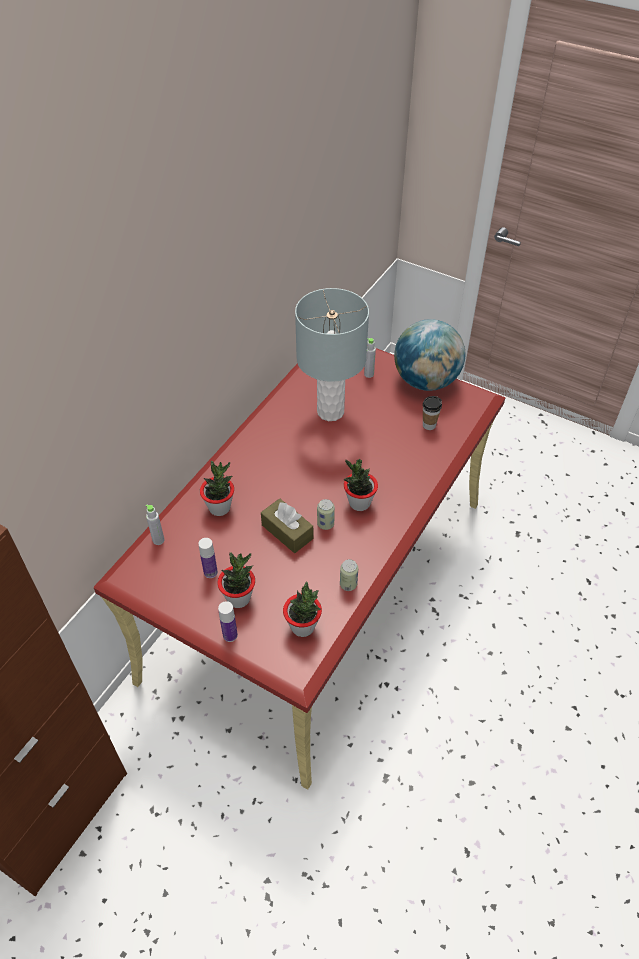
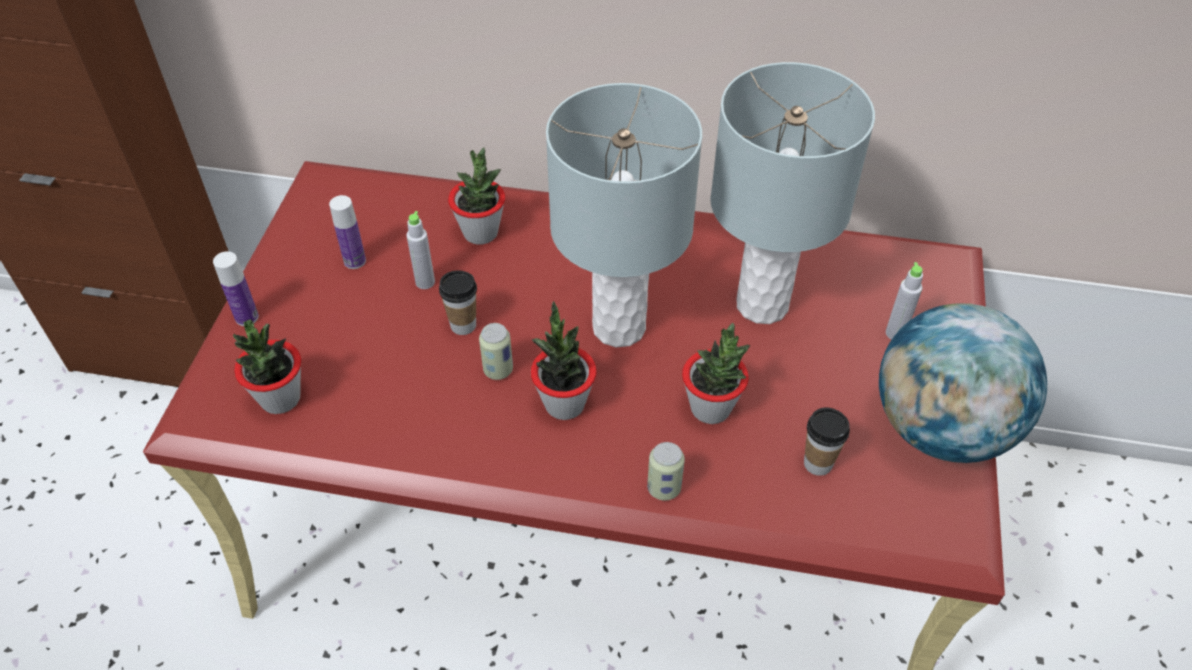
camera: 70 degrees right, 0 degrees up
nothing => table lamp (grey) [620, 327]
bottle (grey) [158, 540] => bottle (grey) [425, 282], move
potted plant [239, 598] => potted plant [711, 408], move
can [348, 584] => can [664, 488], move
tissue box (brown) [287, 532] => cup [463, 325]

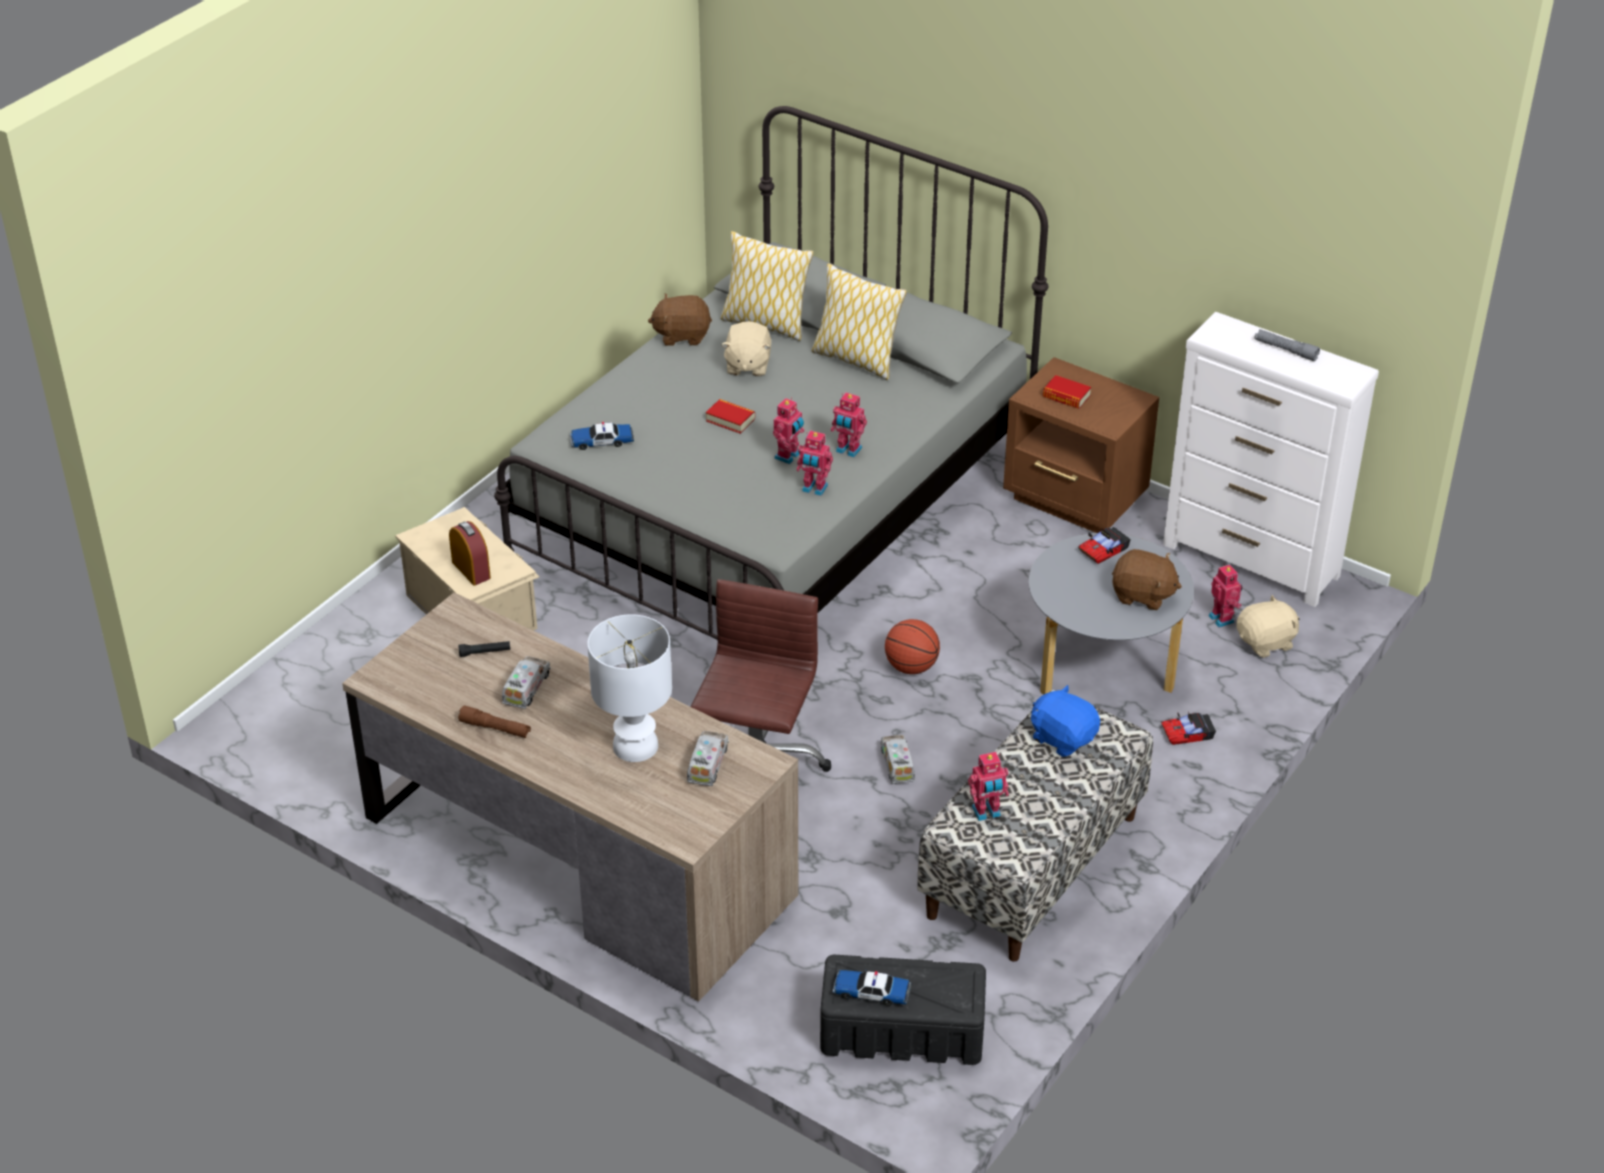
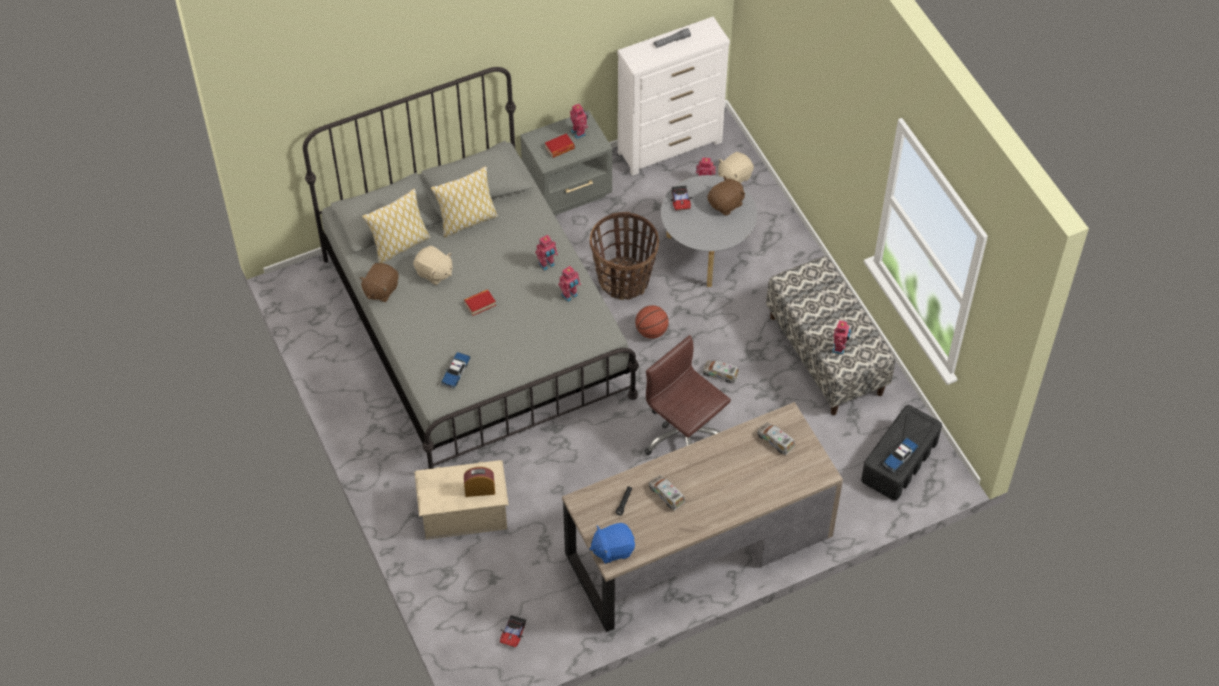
camera: 60 degrees left, 15 degrees up
flashlight (brown) [495, 728] => nothing
table lamp (white) [634, 747] => nothing
nothing => basket [624, 280]
toy robot [788, 456] => toy robot [579, 132], move
plush toy (blue) [1063, 738] => plush toy (blue) [612, 549], move
toy car [1187, 733] => toy car [513, 633], move
nightstand (brown) [1076, 499] => nightstand (grey) [569, 191]
plush toy (beige) [1266, 643] => plush toy (beige) [734, 176], 135 degrees counterclockwise

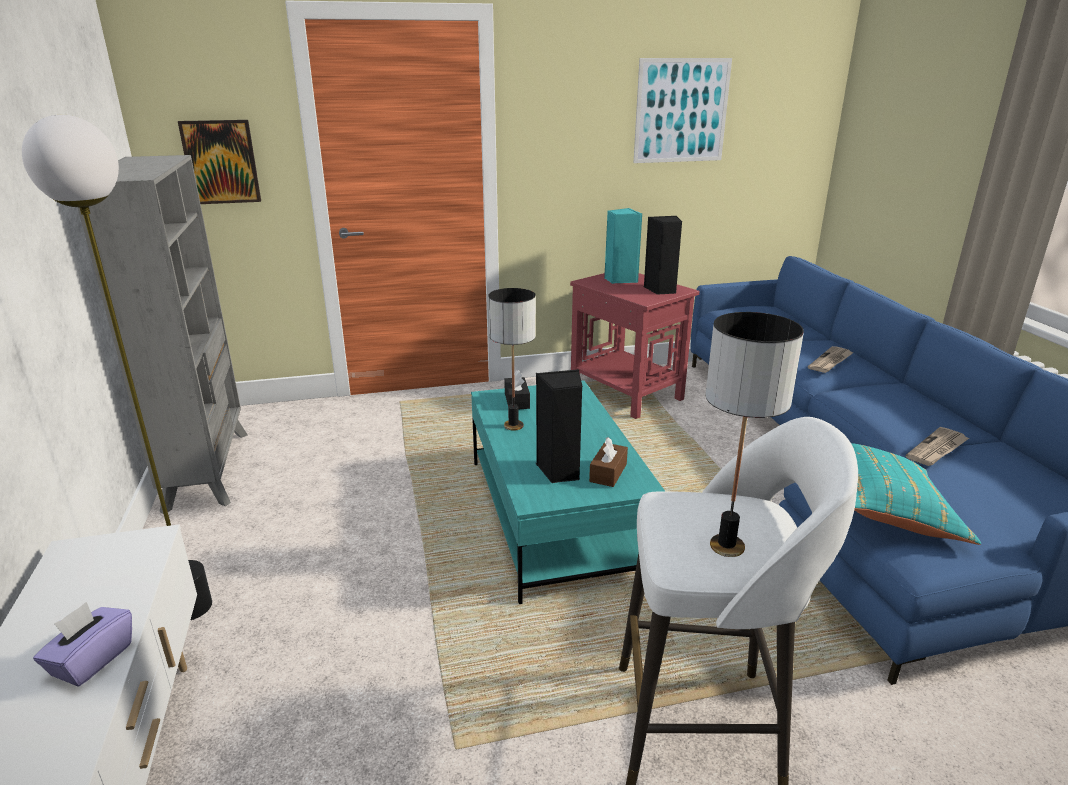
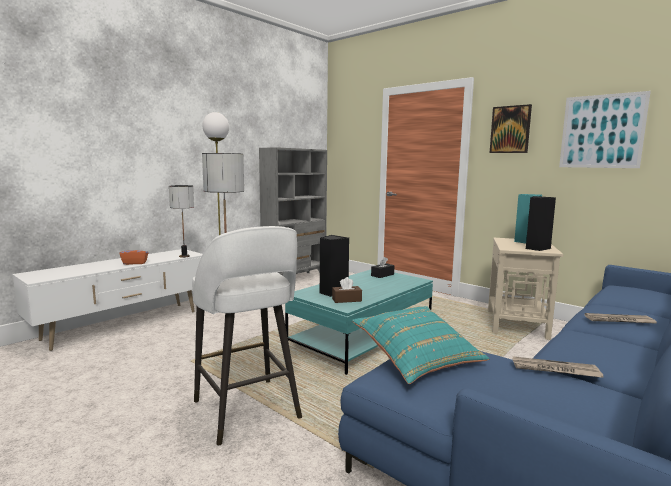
camera: 55 degrees right, 15 degrees down
picture [221, 162] => picture [510, 129], move
table lamp [514, 425] => table lamp [184, 256], move
tissue box (purple) [92, 660] => tissue box (orange) [135, 263]
side table (red) [626, 393] => side table (beige) [517, 324]

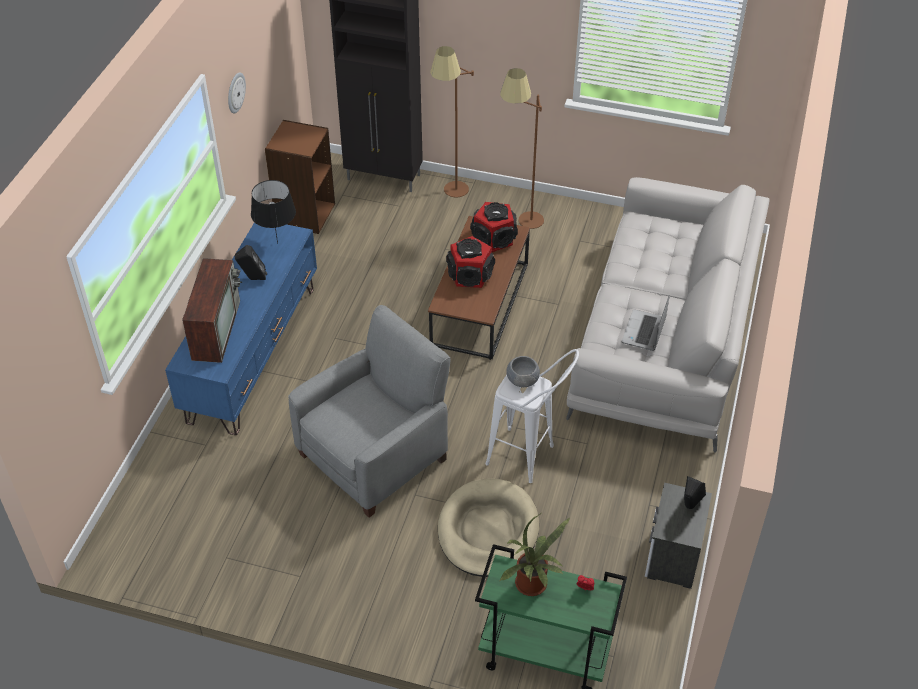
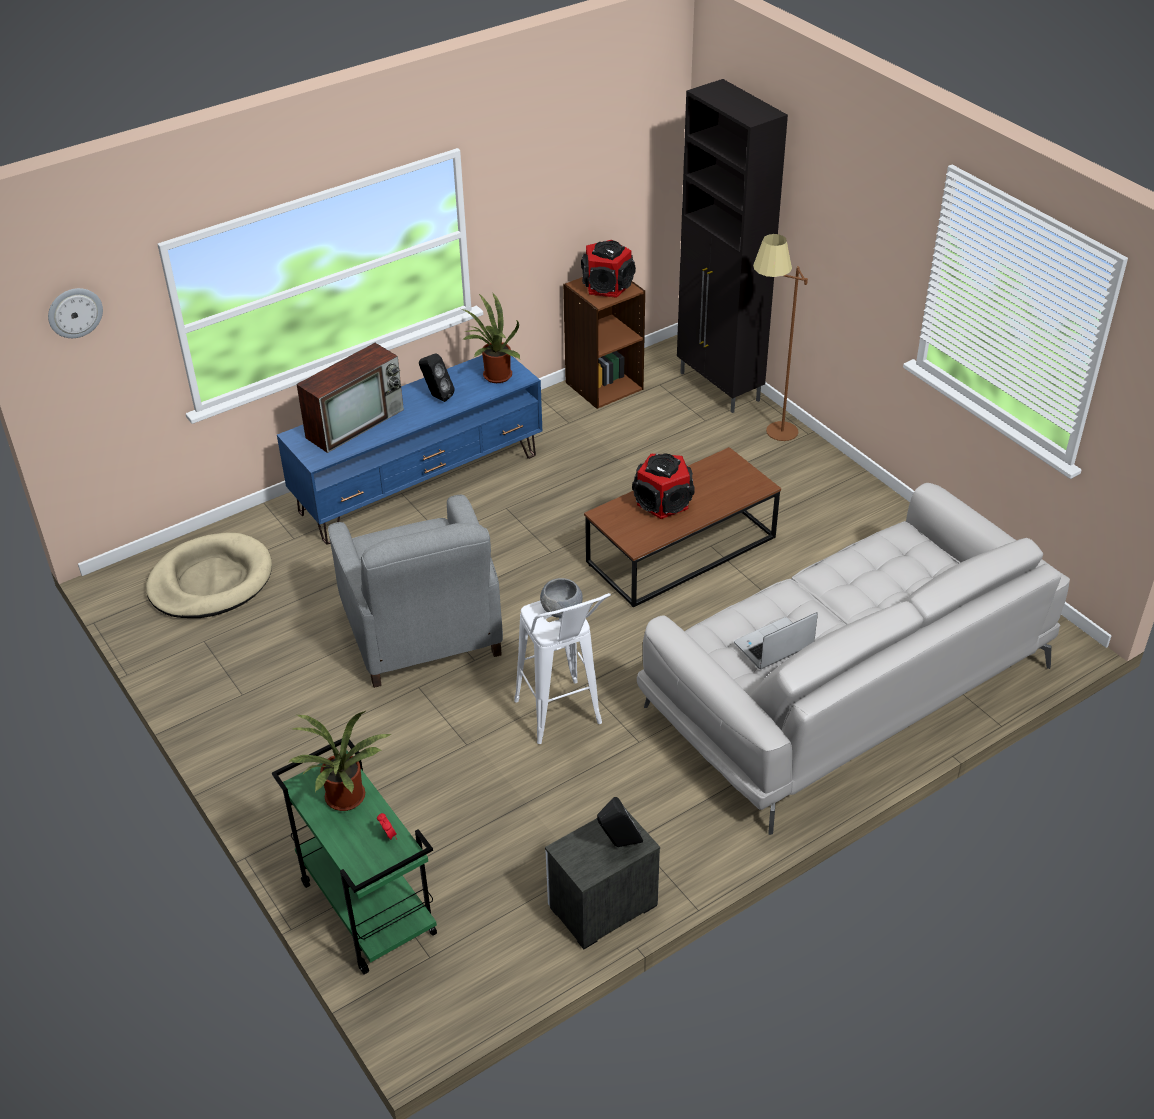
camera: 40 degrees right, 5 degrees down
floor lamp (brown) [520, 223] => nothing
wall clock [235, 92] => wall clock [74, 312], move
dog bed (beige) [488, 531] => dog bed (beige) [210, 581], move
speaker [493, 239] => speaker [607, 286], move
table lamp (black) [277, 243] => potted plant [494, 376]
armchair (grey) [374, 456] => armchair (grey) [422, 631], 75 degrees clockwise

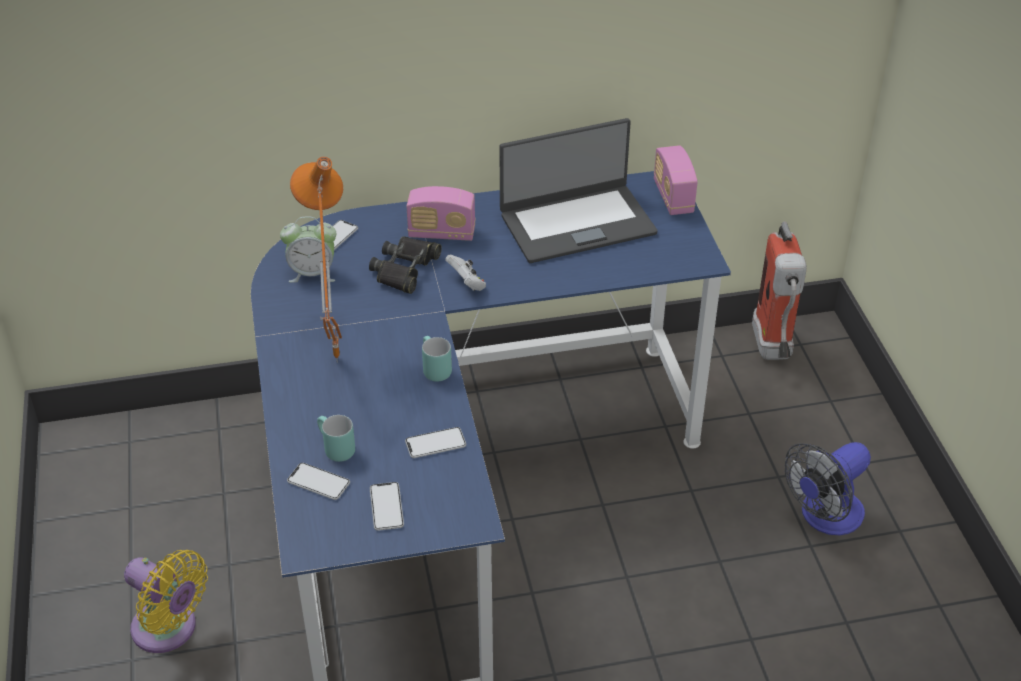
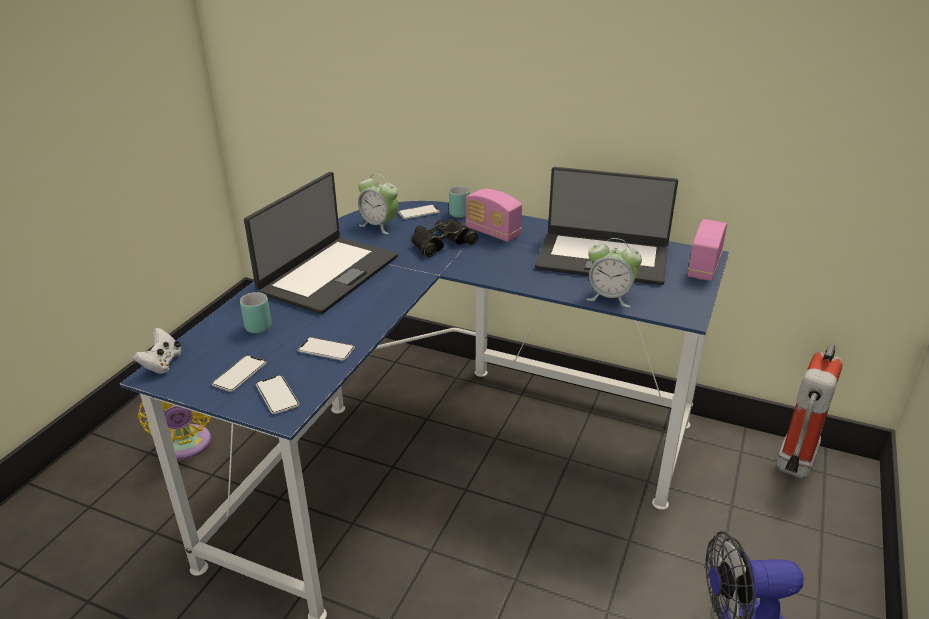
camera: 35 degrees right, 10 degrees down
nothing => alarm clock [610, 297]
phone [318, 482] => phone [277, 395], move
mug (turquoise) [433, 369] => mug (turquoise) [458, 212], move
game controller (white) [467, 284] => game controller (white) [162, 364], move
table lamp (orange) [333, 359] => laptop [328, 274]

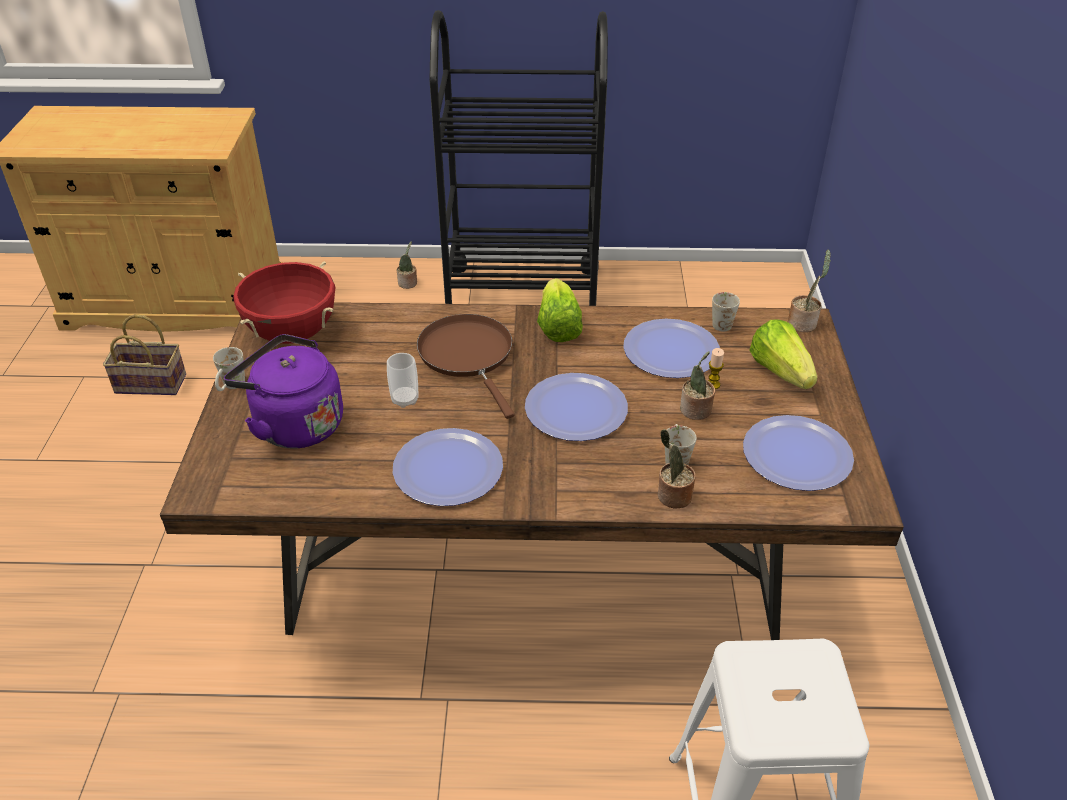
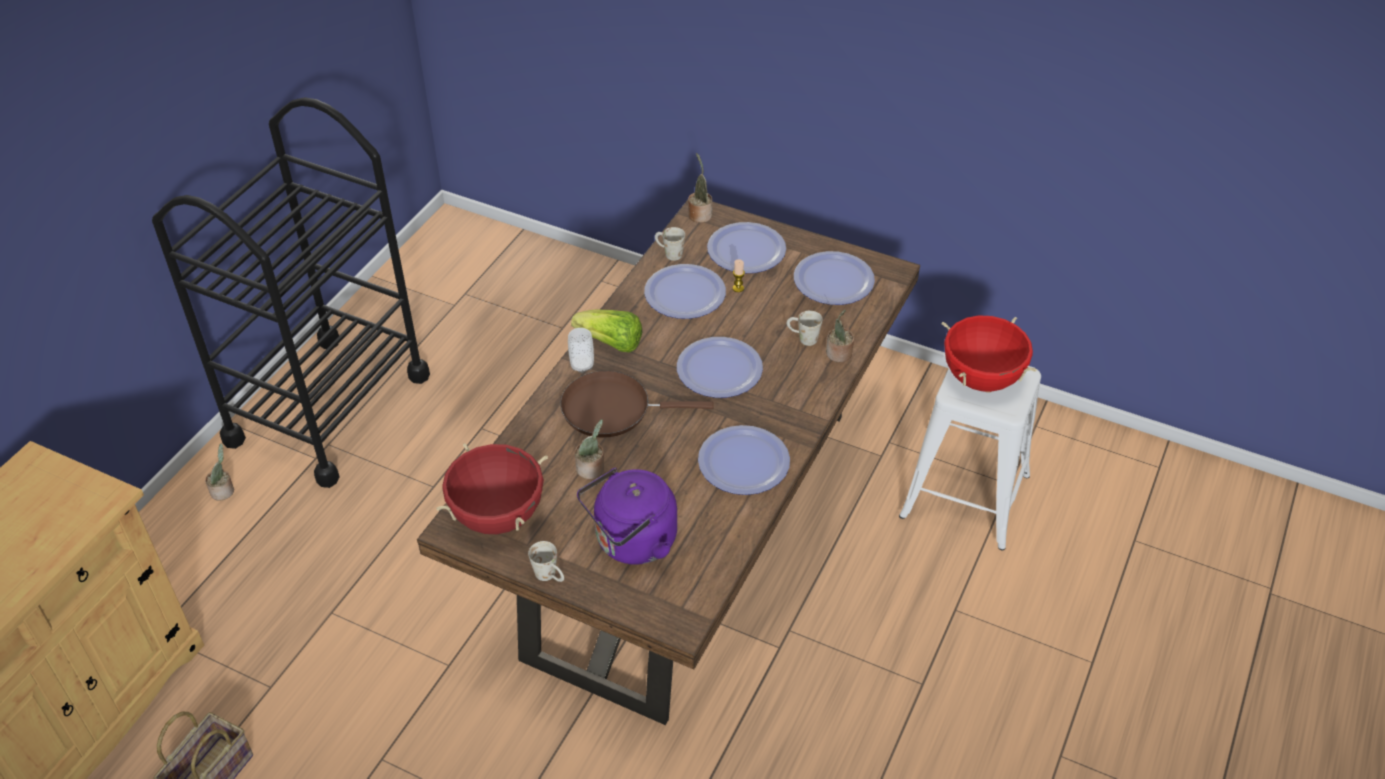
camera: 65 degrees left, 5 degrees up
nothing => cooking pot (red) [981, 379]
cup [405, 399] => cup [582, 365], move
potted plant [695, 411] => potted plant [592, 469], move
lettuce [780, 372] => plate [746, 249]

